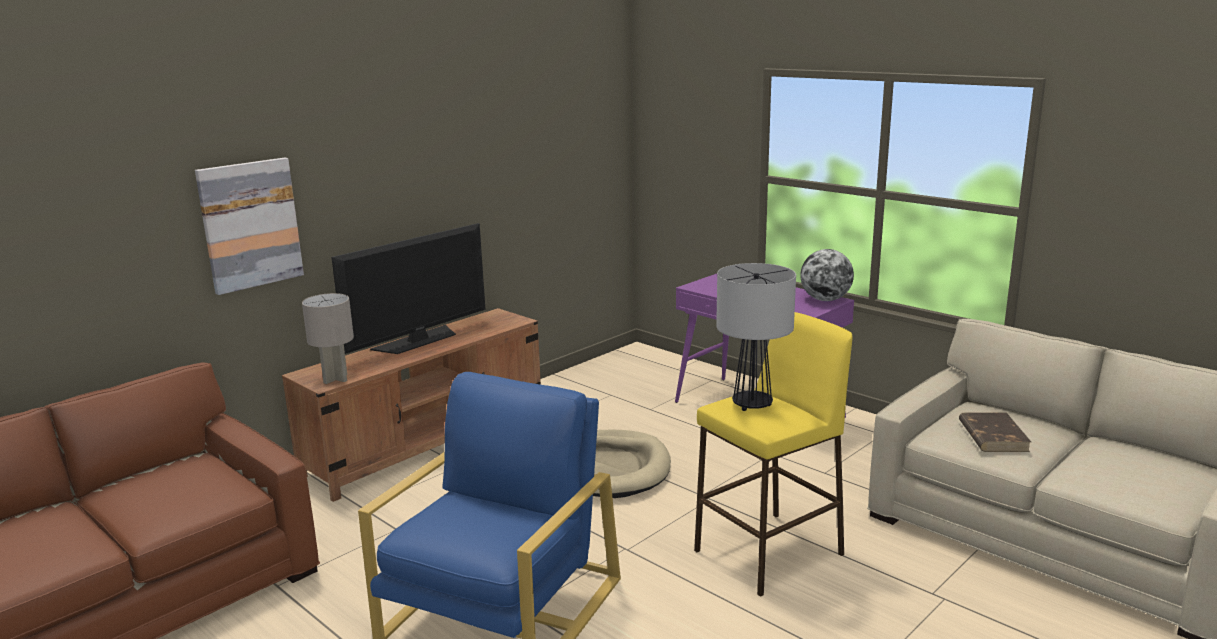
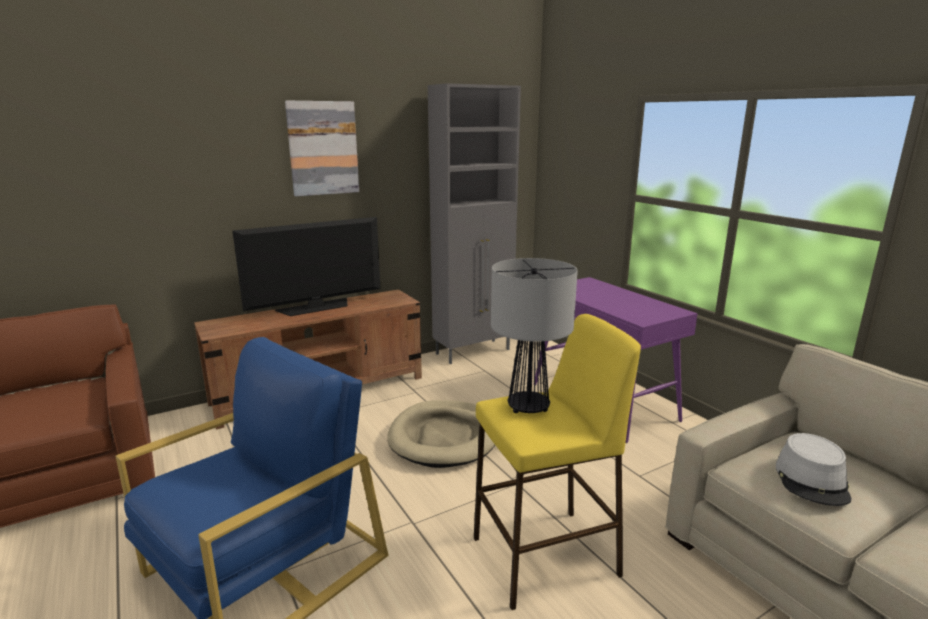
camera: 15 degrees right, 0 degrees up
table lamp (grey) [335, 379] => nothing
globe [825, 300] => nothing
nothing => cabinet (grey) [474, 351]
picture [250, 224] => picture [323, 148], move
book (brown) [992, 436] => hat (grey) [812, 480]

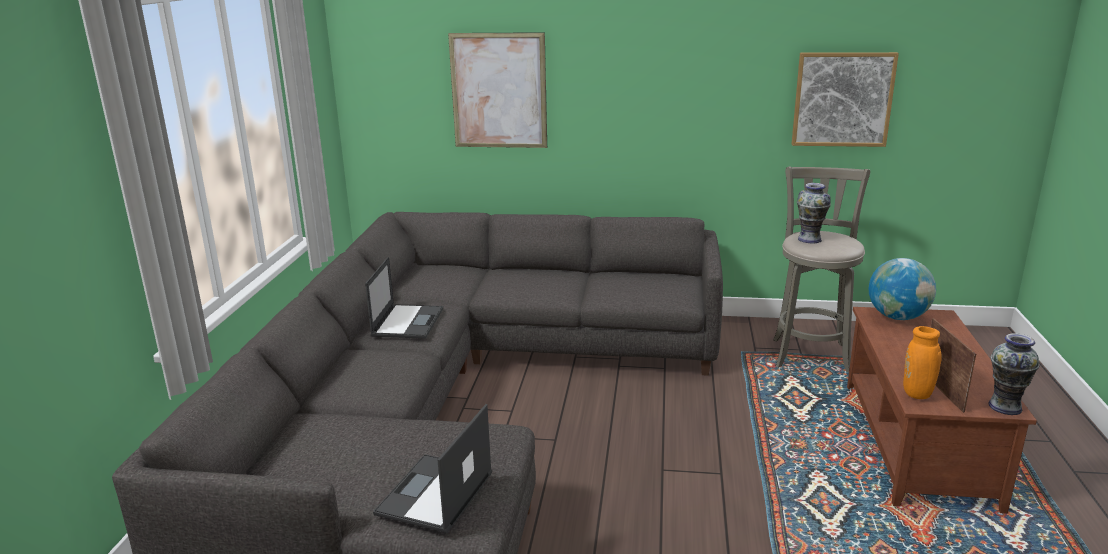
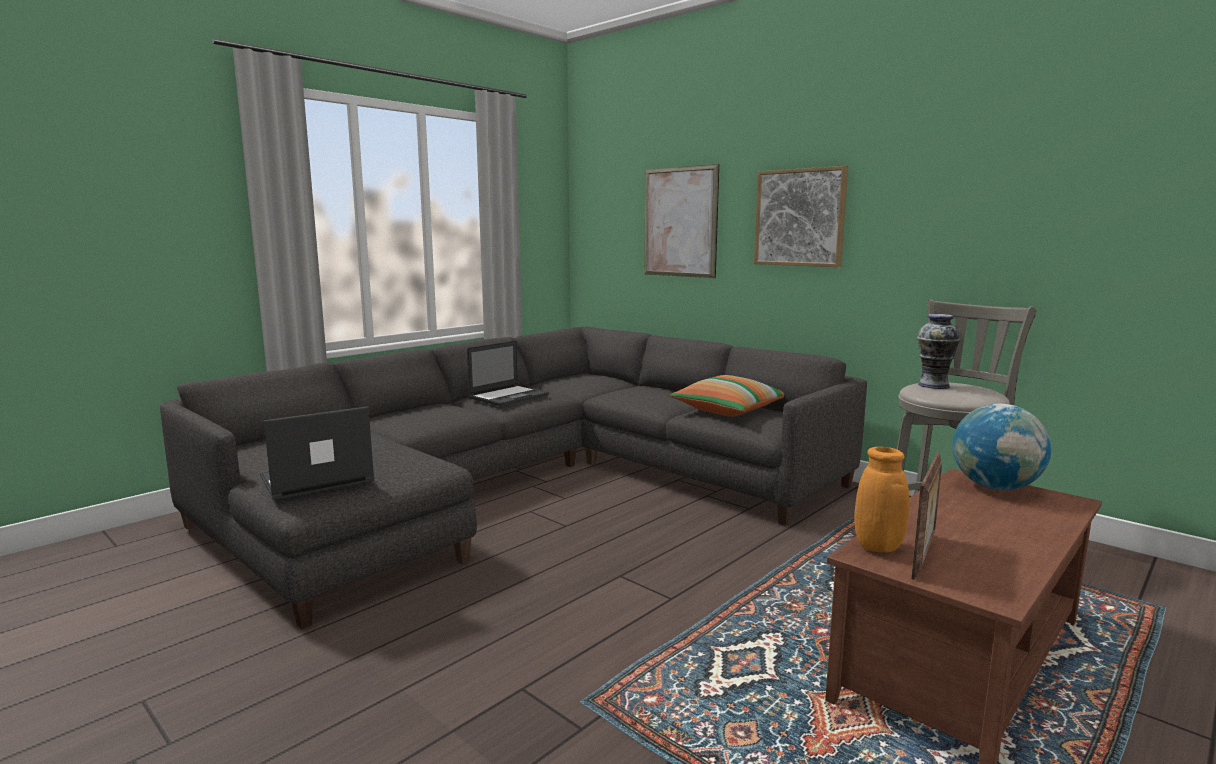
camera: 35 degrees right, 10 degrees down
vase [1005, 407] => nothing
nothing => pillow [728, 411]
picture [842, 99] => picture [800, 217], move

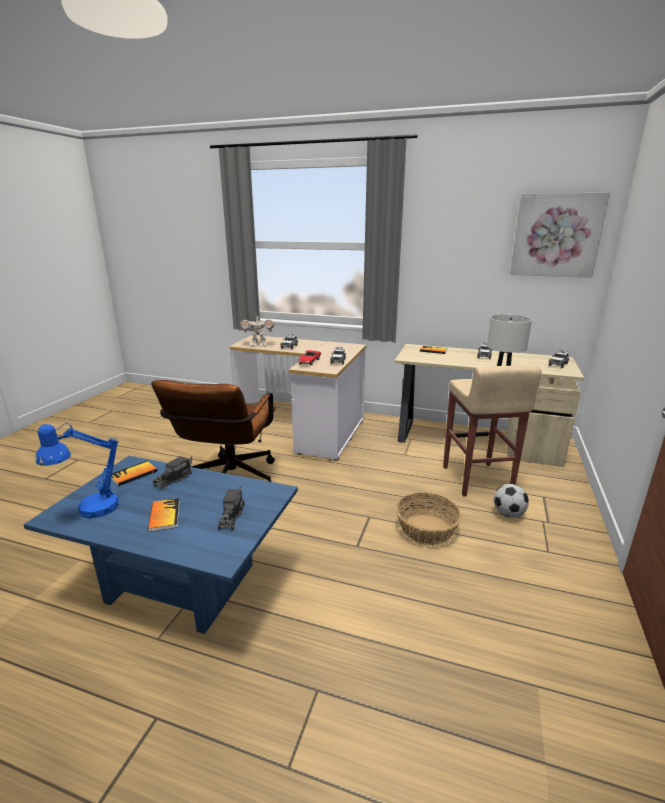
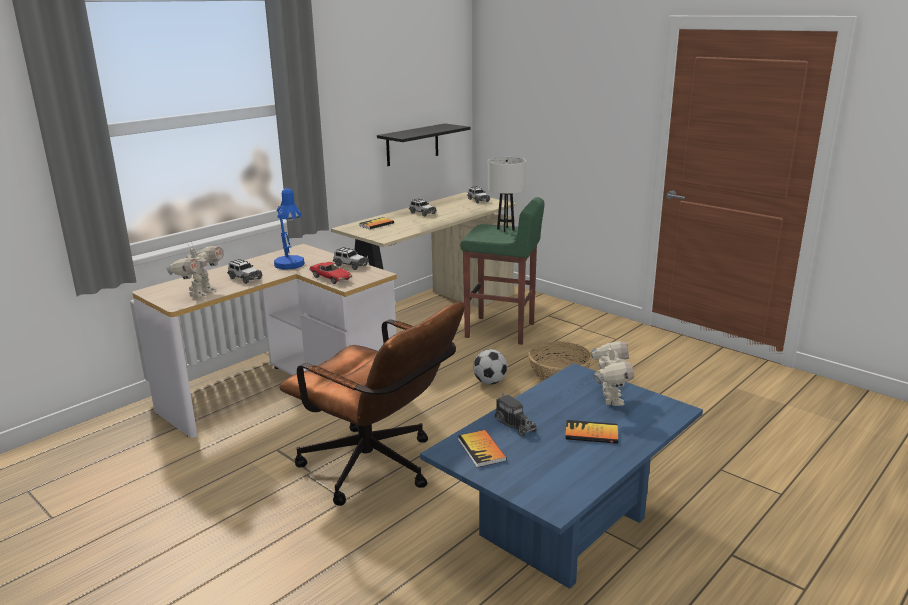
camera: 65 degrees left, 0 degrees up
picture [556, 235] => nothing
nothing => shelf (black) [412, 144]
table lamp (blue) [90, 511] => table lamp (blue) [291, 266], move
football [508, 514] => football [490, 382], move
toy truck [231, 516] => toy robot [610, 399]
stool (beige) [476, 479] => stool (green) [501, 331]

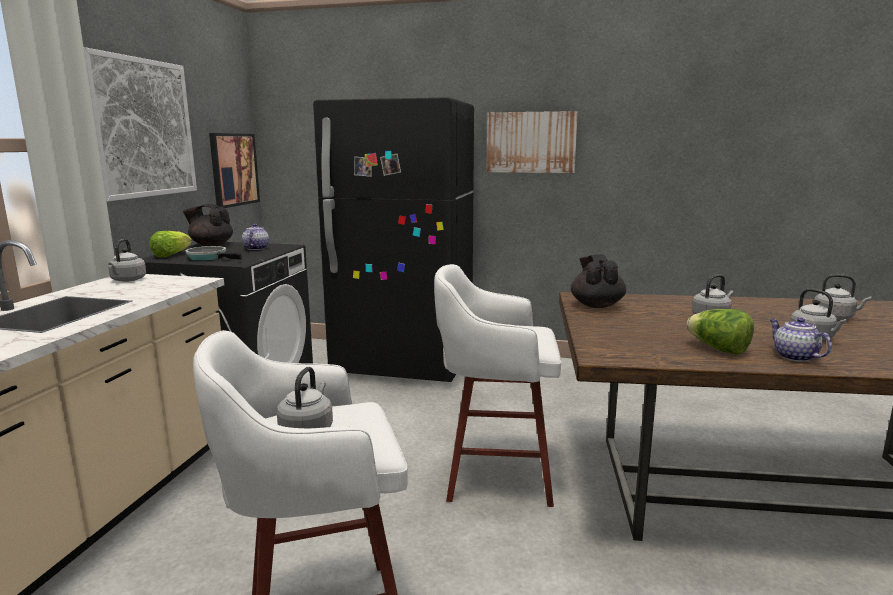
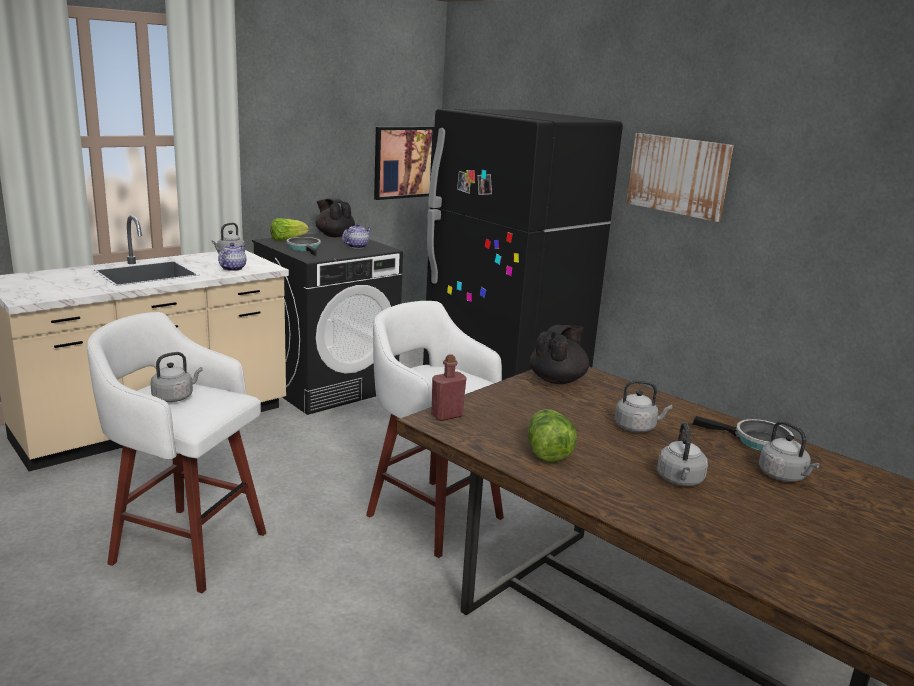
camera: 35 degrees right, 5 degrees up
picture [142, 128] => nothing
nothing => bottle (red) [447, 416]
nothing => frying pan [756, 441]
teapot [793, 356] => teapot [232, 268], move

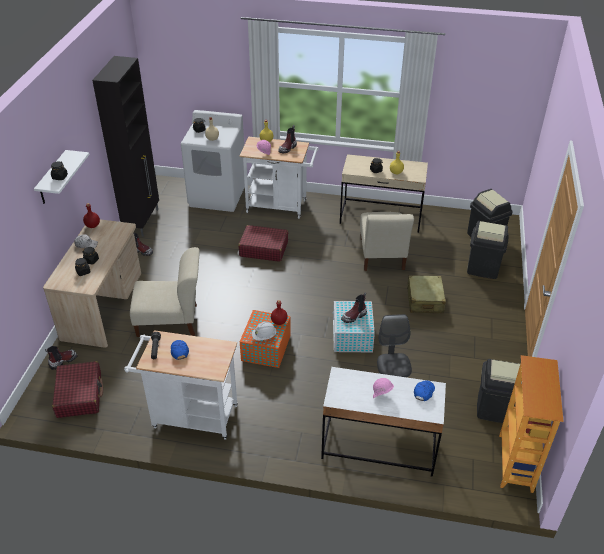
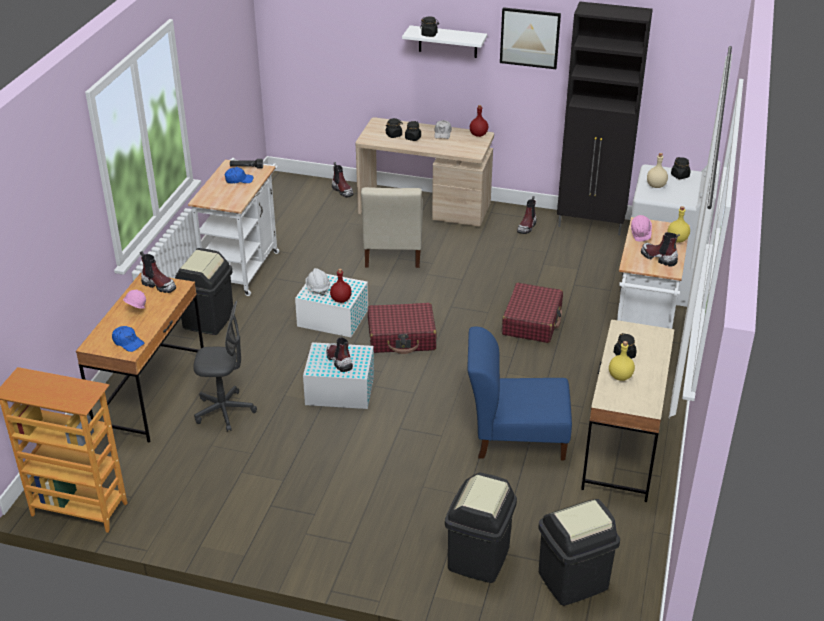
camera: 95 degrees right, 5 degrees down
suitcase (beige) [424, 300] => nothing
nothing => boot [159, 285]
nothing => picture [530, 38]
suitcase (red) [79, 395] => suitcase (red) [402, 337], move
trash can (black) [495, 409] => trash can (black) [208, 320], move
storage box (orange) [265, 348] => storage box (white) [332, 318]
desk (white) [378, 447] => desk (brown) [151, 394]
chair (beige) [381, 256] => chair (blue) [515, 437]

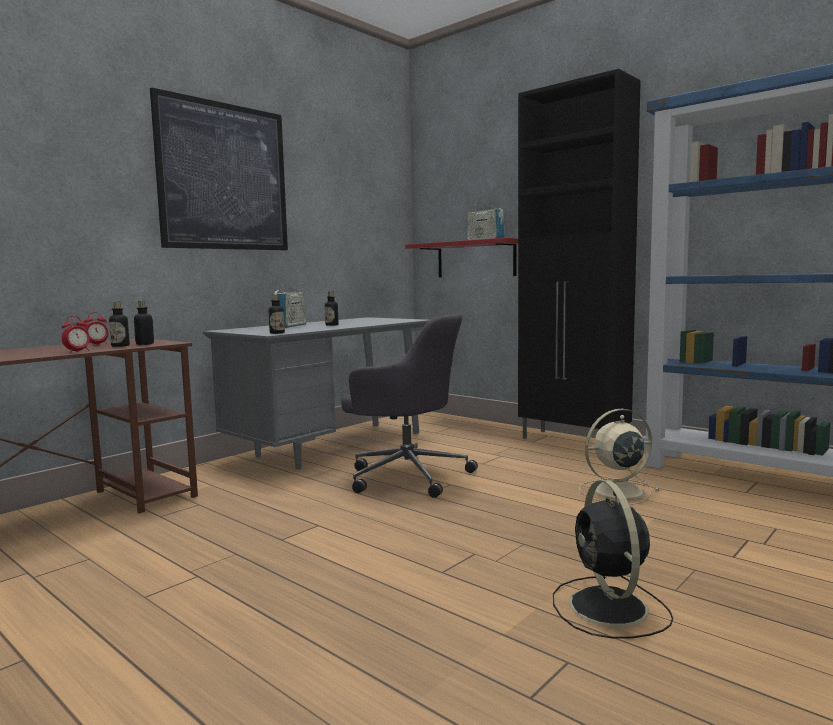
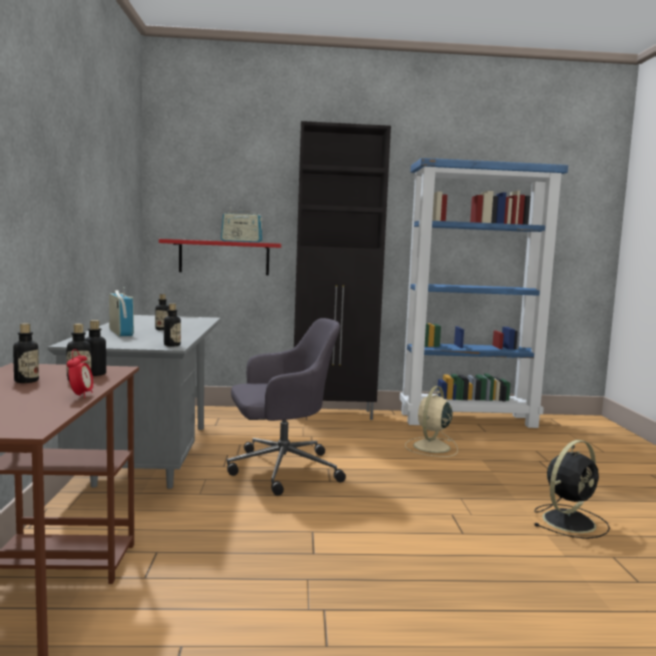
camera: 45 degrees left, 0 degrees up
picture [224, 177] => nothing
alarm clock [97, 344] => bottle [26, 381]
fan (black) [609, 608] => fan (black) [570, 521], 75 degrees counterclockwise

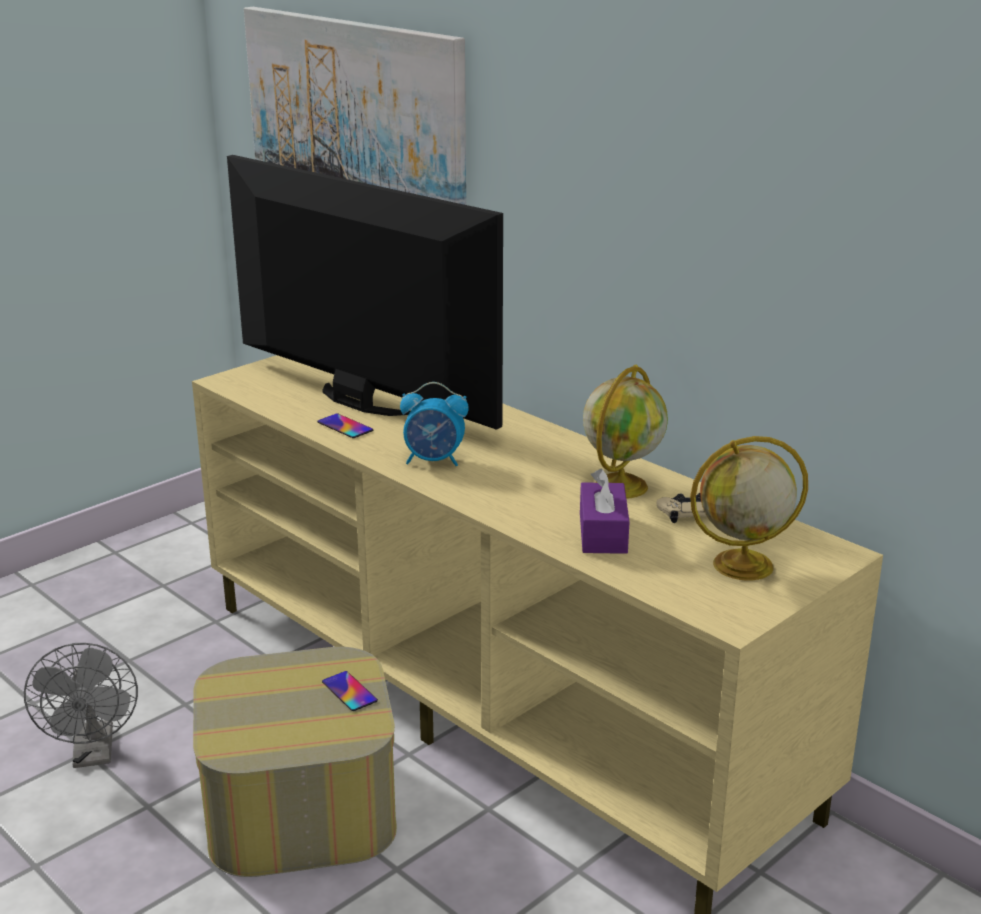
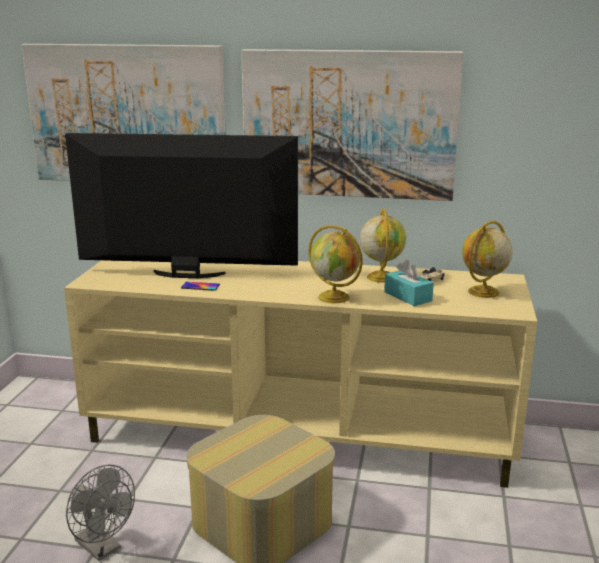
camera: 35 degrees left, 5 degrees down
phone [349, 691] => nothing
alarm clock [434, 461] => nothing
nothing => picture [348, 124]
nothing => globe [335, 297]
tissue box (purple) [603, 533] => tissue box (turquoise) [407, 296]

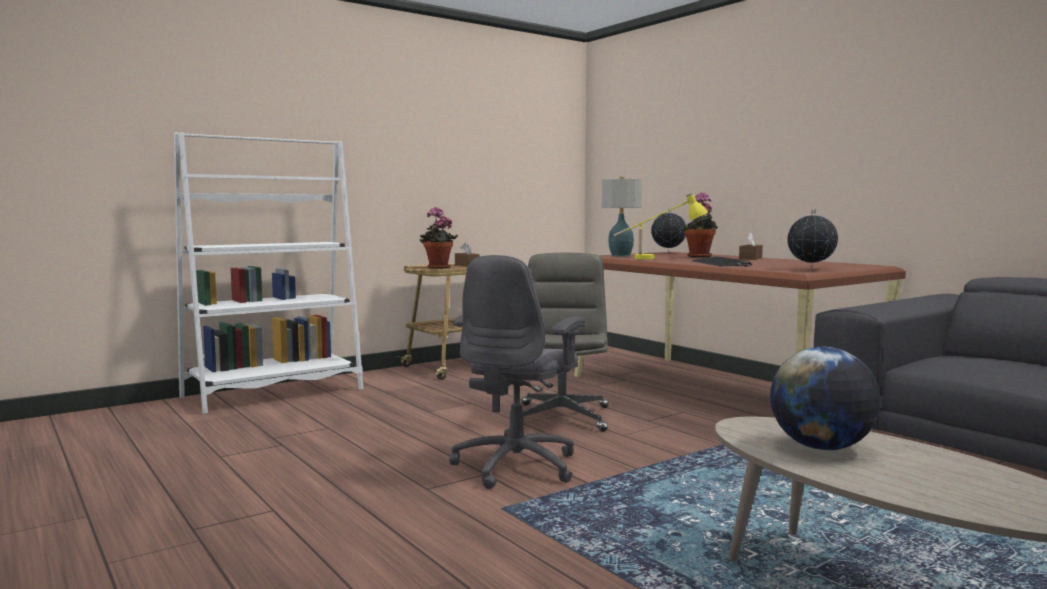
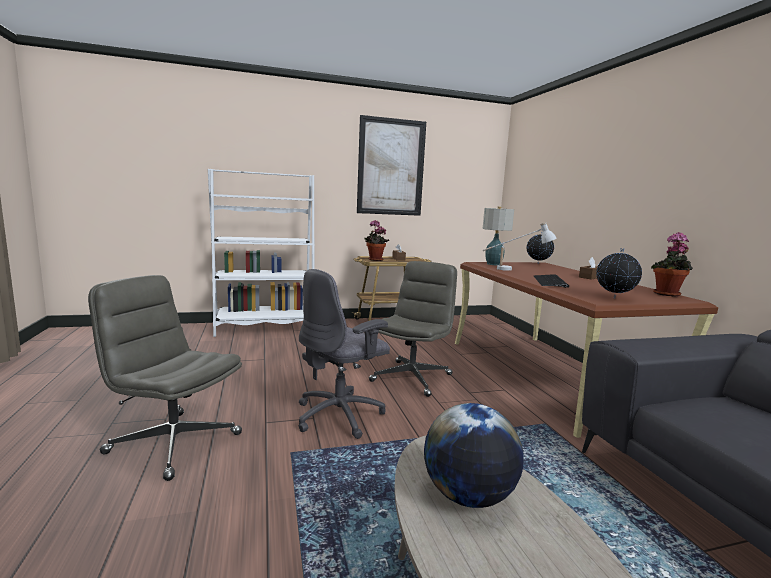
camera: 20 degrees right, 5 degrees up
nothing => office chair (grey) [173, 443]
nothing => picture [391, 167]
potted plant [700, 256] => potted plant [667, 294], move
table lamp (yellow) [659, 258] => table lamp (white) [515, 270]

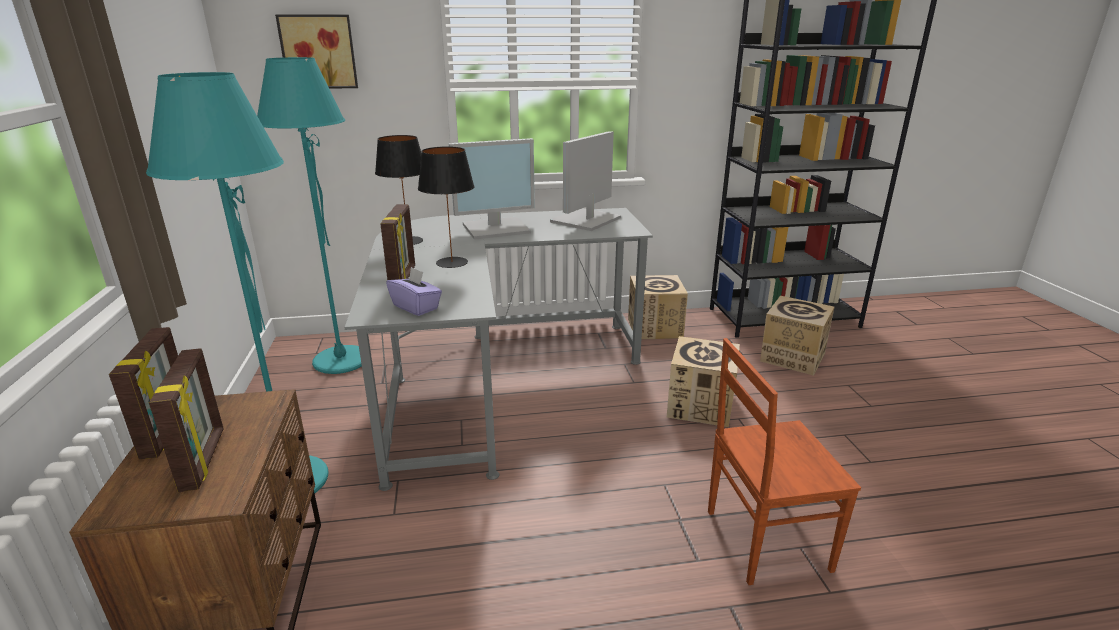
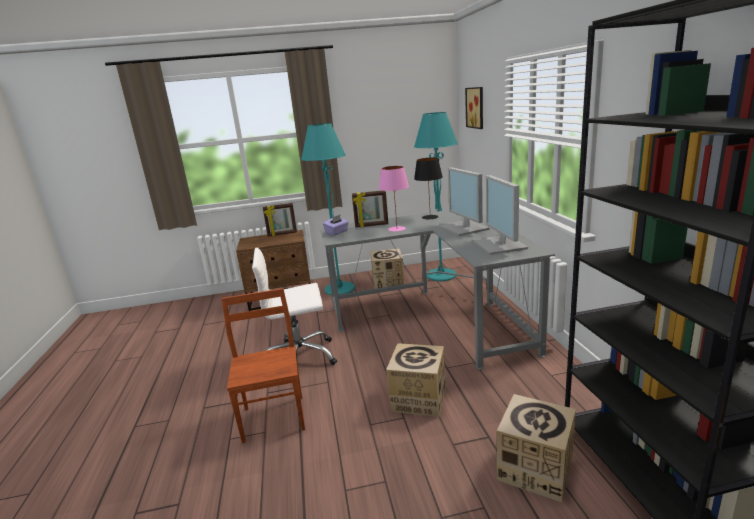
camera: 90 degrees right, 5 degrees down
picture frame [204, 459] => nothing
nothing => office chair (white) [299, 358]
cardboard box [654, 328] => cardboard box [388, 282], move
table lamp (black) [452, 262] => table lamp (pink) [397, 229]
monitor [586, 220] => monitor [500, 245], 135 degrees counterclockwise

